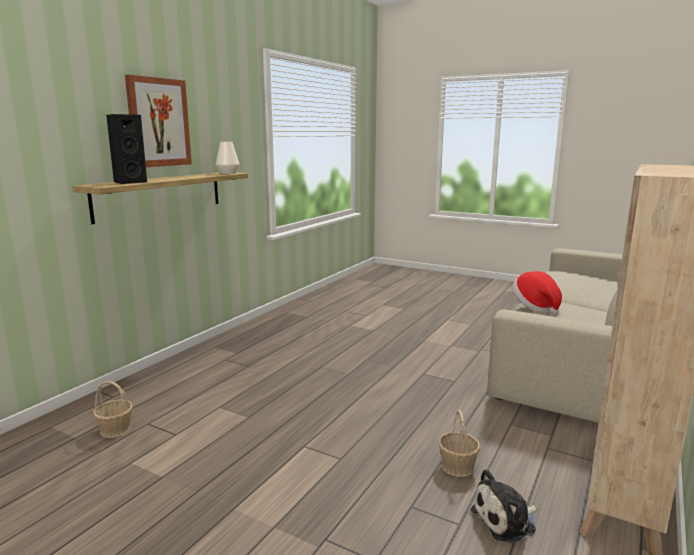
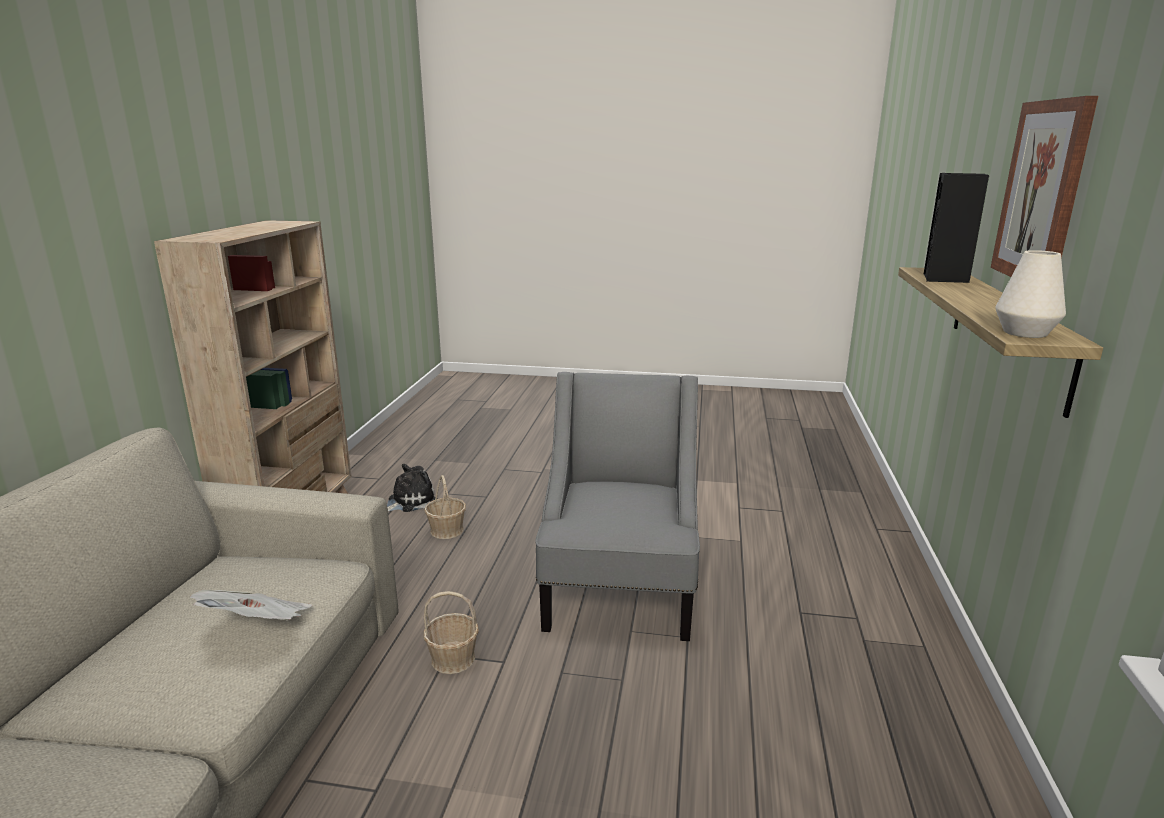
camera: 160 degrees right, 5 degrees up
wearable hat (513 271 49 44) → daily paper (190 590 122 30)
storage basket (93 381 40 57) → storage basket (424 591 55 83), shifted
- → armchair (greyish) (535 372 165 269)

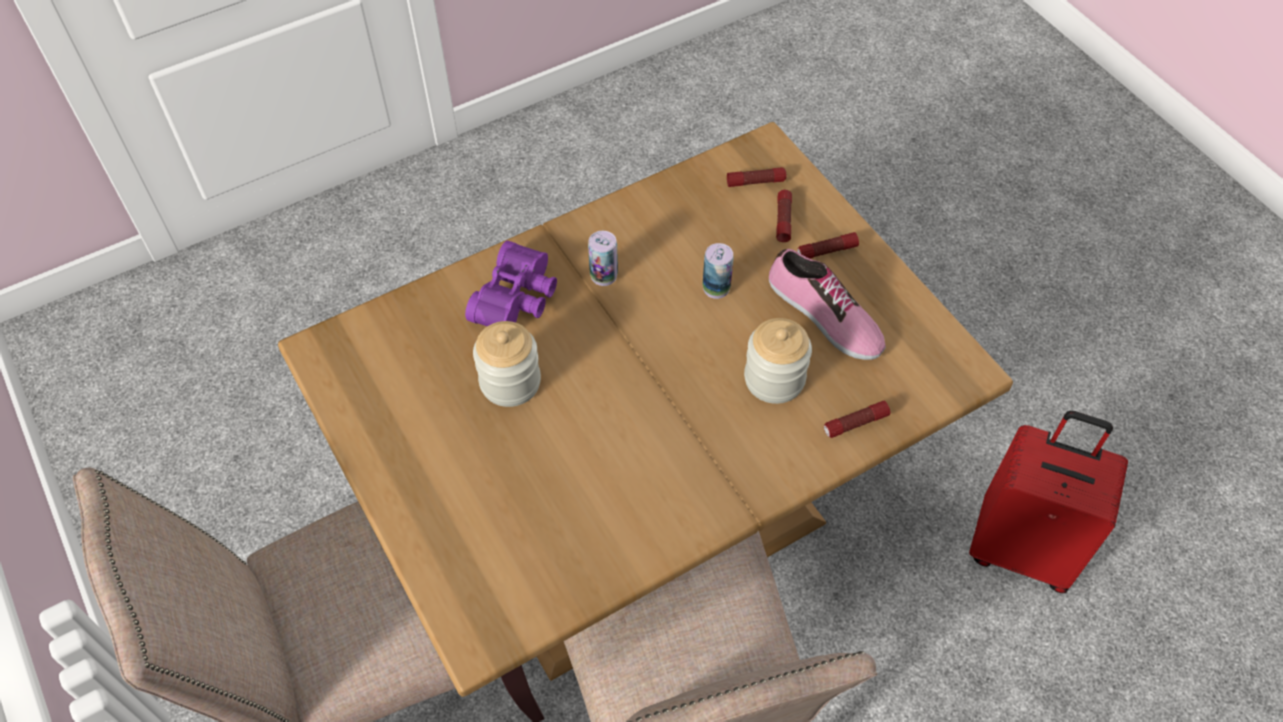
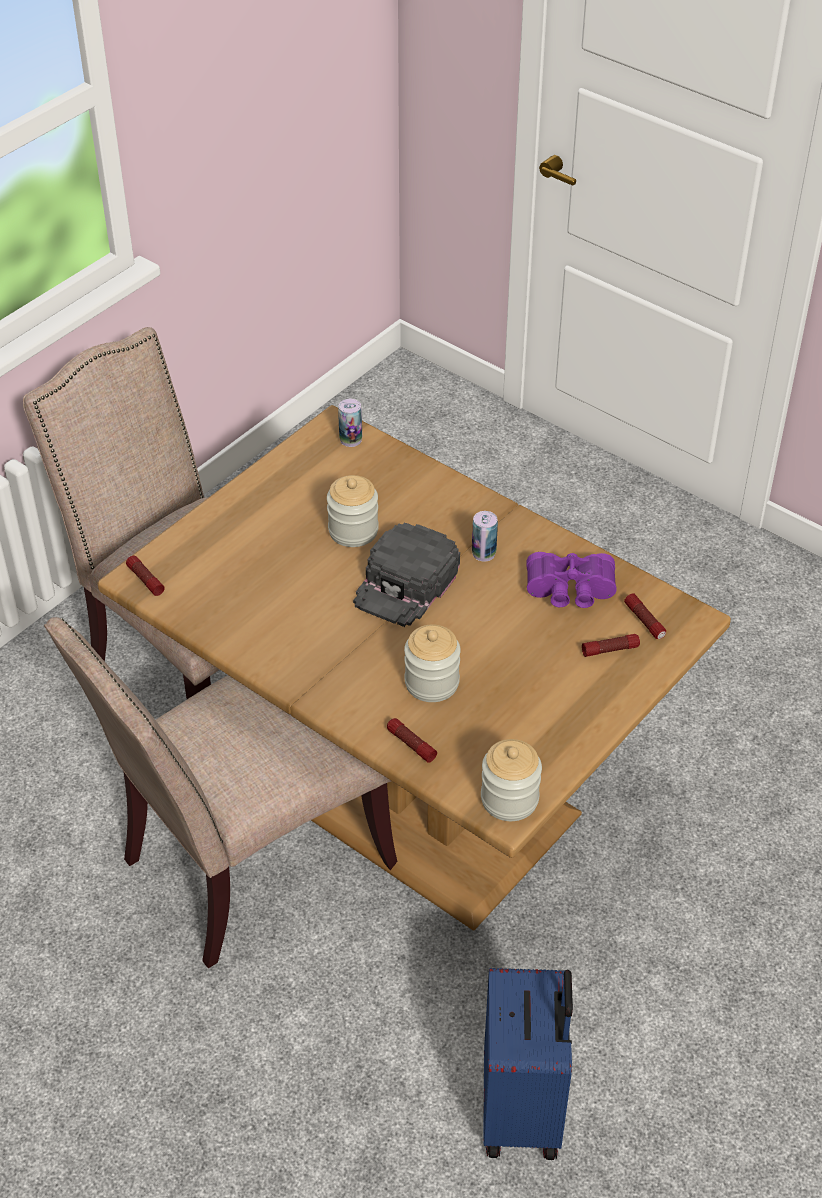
camera: 70 degrees right, 10 degrees down
hand torch (797 232 62 27) → hand torch (126 556 39 40), shifted
metal can (703 243 31 56) → metal can (338 399 24 48), shifted
- → baseball cap (blackish) (353 522 107 105)
- → preserve jar (481 739 61 82)
suitcase (red-coloured) (969 411 159 182) → suitcase (blue) (483 968 90 192)
field glasses (purple) (465 241 92 85) → field glasses (purple) (527 552 90 56), shifted
item of footwear (769 249 117 111) → -

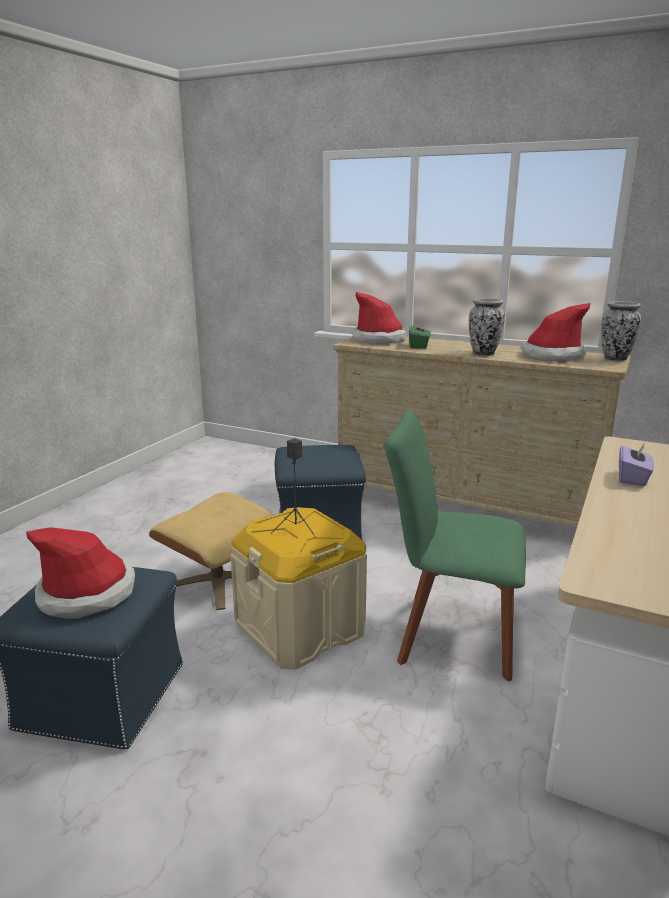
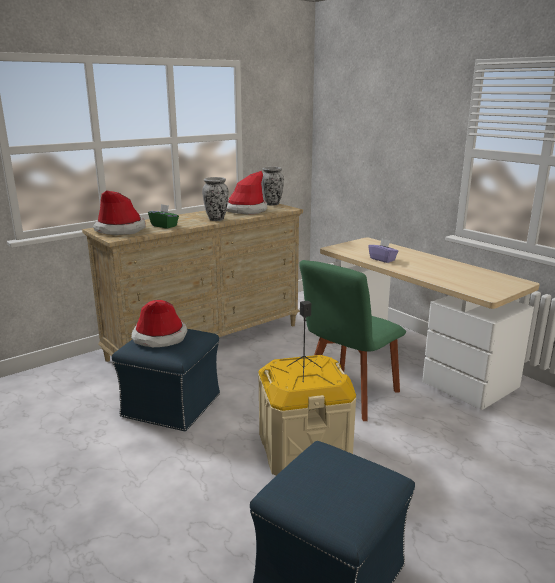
camera: 65 degrees left, 0 degrees up
wearable hat (26 527 109 92) → wearable hat (131 300 56 47), shifted
ottoman (beige) (149 492 125 118) → -

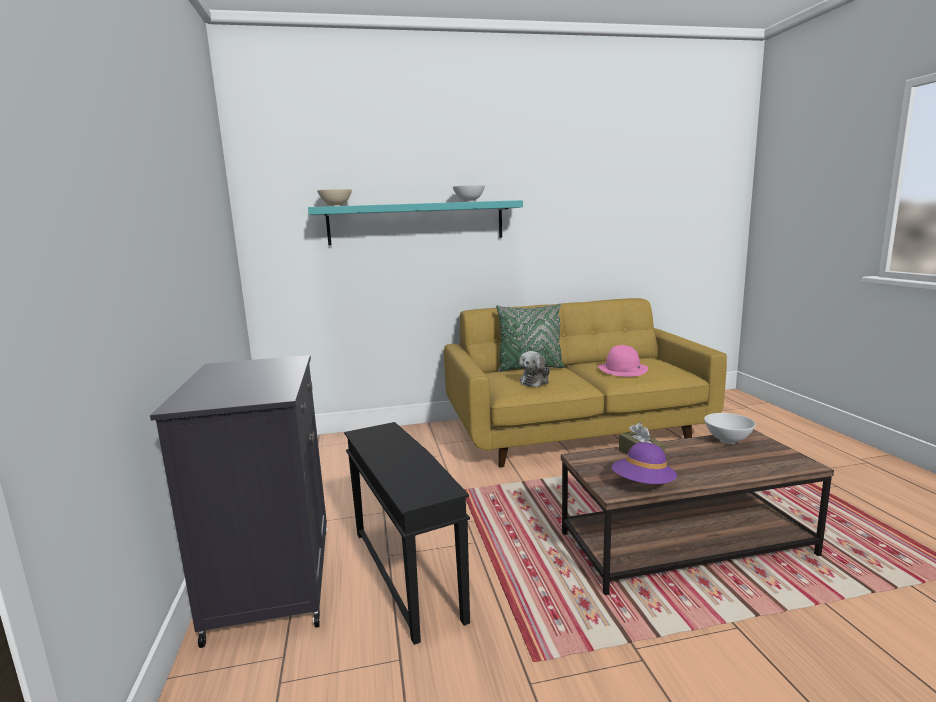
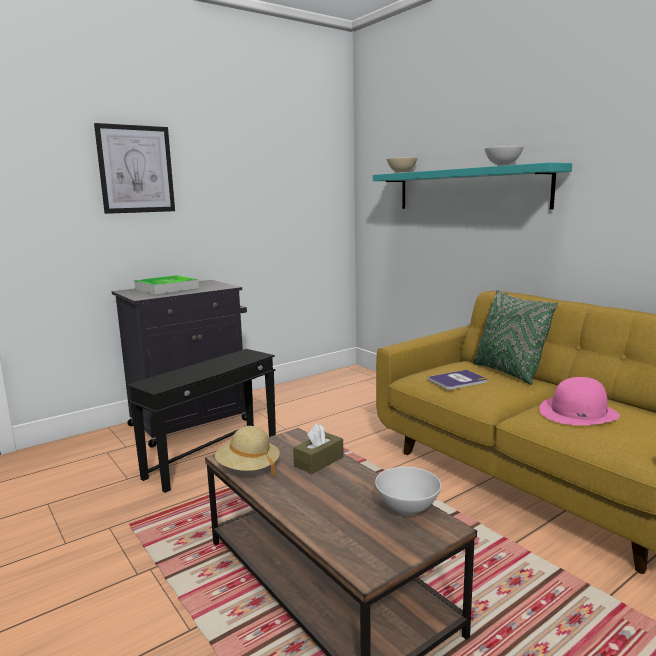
camera: 65 degrees right, 0 degrees up
- → picture (94 123 81 91)
- → serving tray (134 275 65 20)
wearable hat (purple) (612 442 65 42) → wearable hat (beige) (215 426 65 51)
plush toy (519 351 31 36) → book (428 370 59 20)

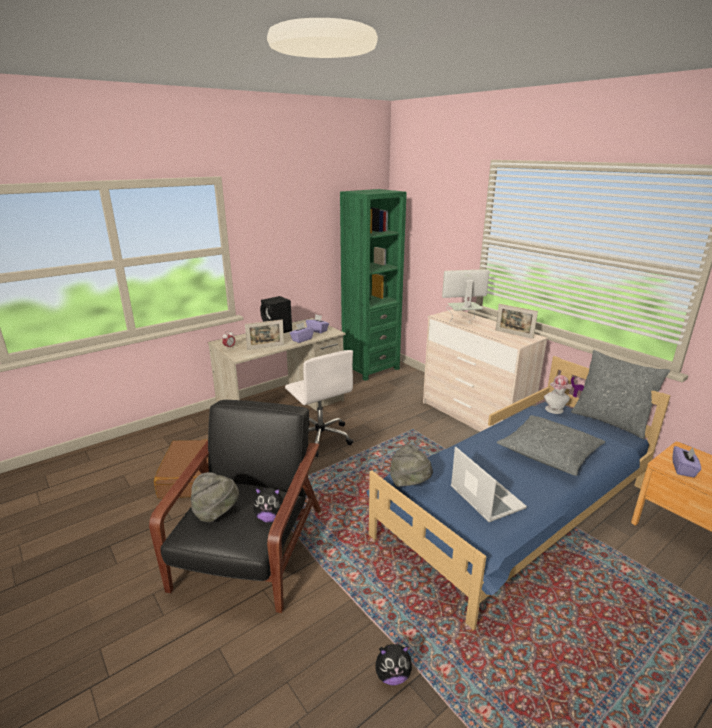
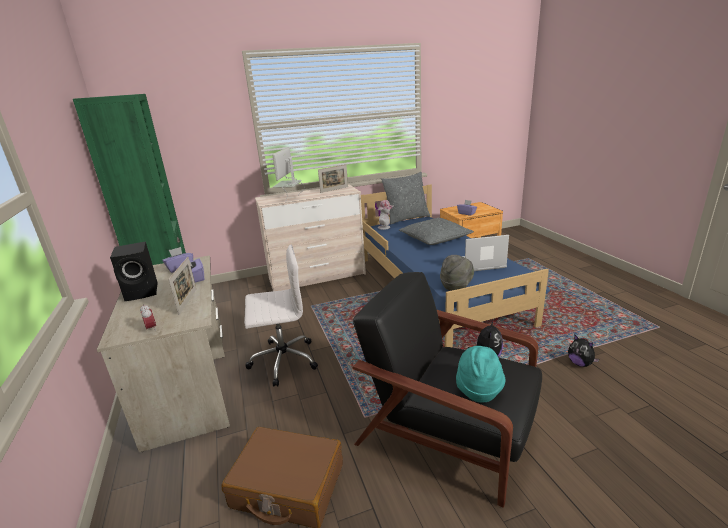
camera: 70 degrees left, 0 degrees up
wearable hat (greyish) (191 472 48 50) → wearable hat (turquoise-coloured) (456 346 49 56)
plush toy (375 644 37 41) → plush toy (568 335 31 32), 135 degrees clockwise

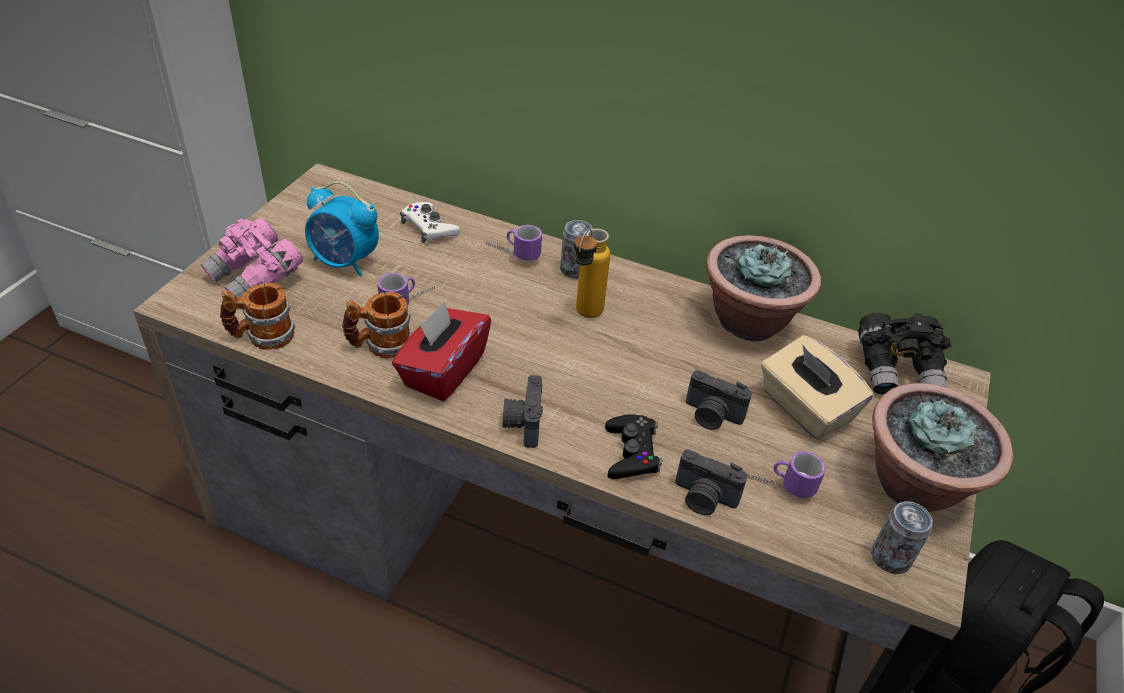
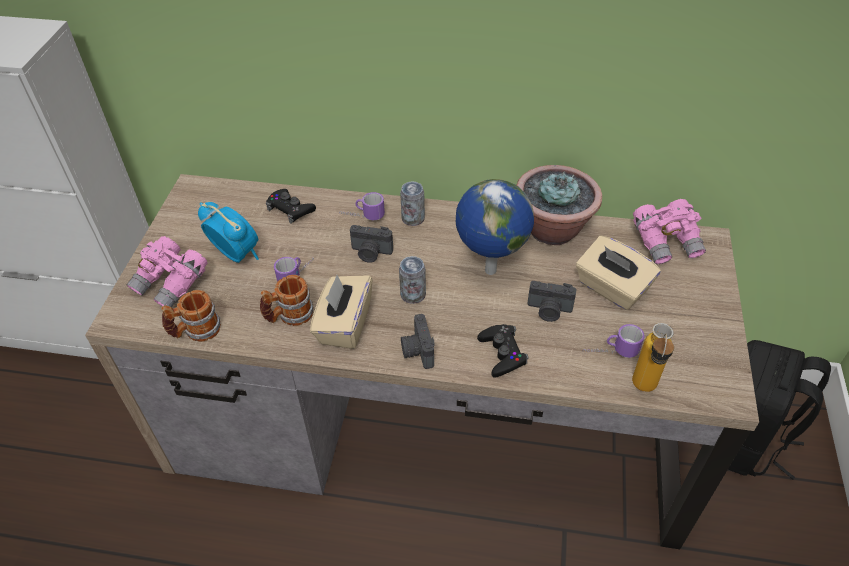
camera: 10 degrees left, 5 degrees up
bedside clock (305 181 74 95) → bedside clock (198 202 61 61), 150 degrees counterclockwise
game controller (white) (400 202 60 41) → game controller (blackish) (266 189 50 35)
tissue holder (red-coloured) (392 301 99 100) → tissue holder (beige) (310 275 62 74)
still camera (675 449 73 66) → still camera (350 225 43 38), shifted
metal can (871 501 62 73) → metal can (399 256 27 48), shifted
- → desk globe (456 179 78 96)
beverage bottle (574 229 36 89) → beverage bottle (632 323 42 69), shifted
field glasses (blackish) (858 313 94 81) → field glasses (pink-coloured) (633 199 73 65)
plant in a pot (872 383 142 129) → -

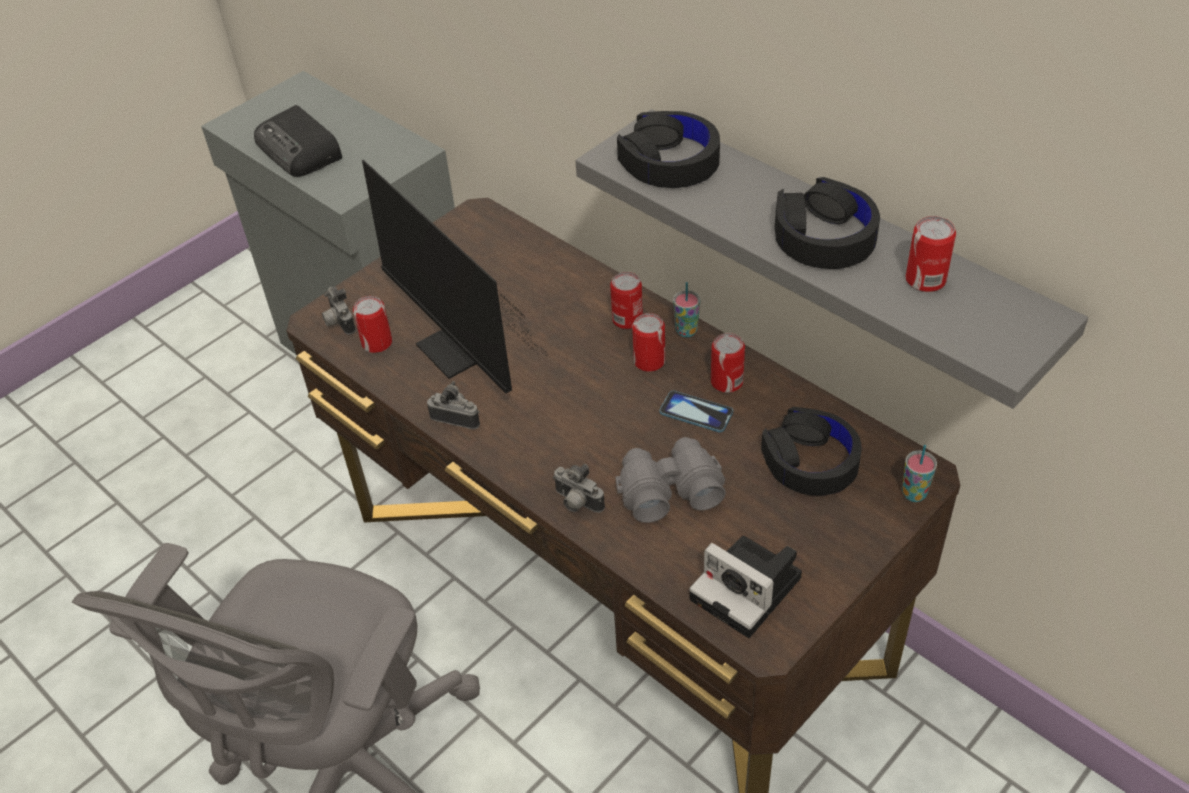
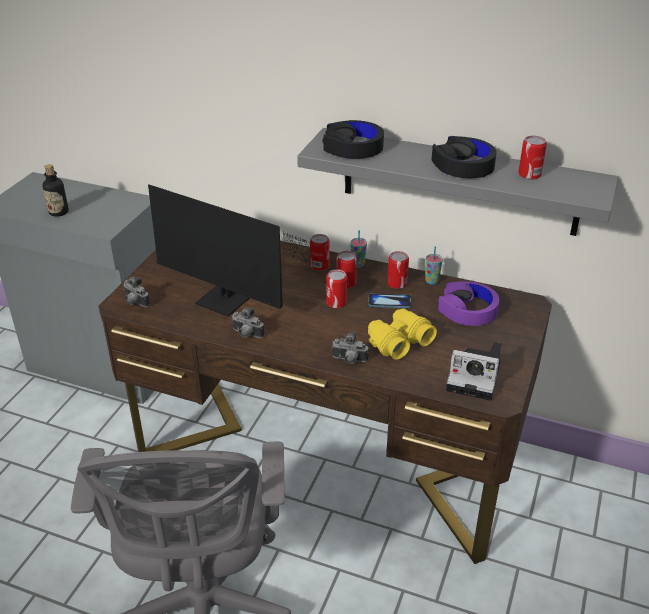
camera: 25 degrees left, 10 degrees down
radio (254 105 88 72) → beverage bottle (42 164 27 53)
still camera (427 381 53 48) → still camera (231 307 33 31), 150 degrees counterclockwise
metal can (353 296 39 57) → metal can (326 269 21 39), shifted
field glasses (greyish) (616 437 110 86) → field glasses (yellowish) (368 309 69 51)
drinking cup (902 445 35 57) → drinking cup (425 246 18 39), shifted
pair of headphones (blackish) (761 407 101 89) → pair of headphones (purple) (438 281 62 45)

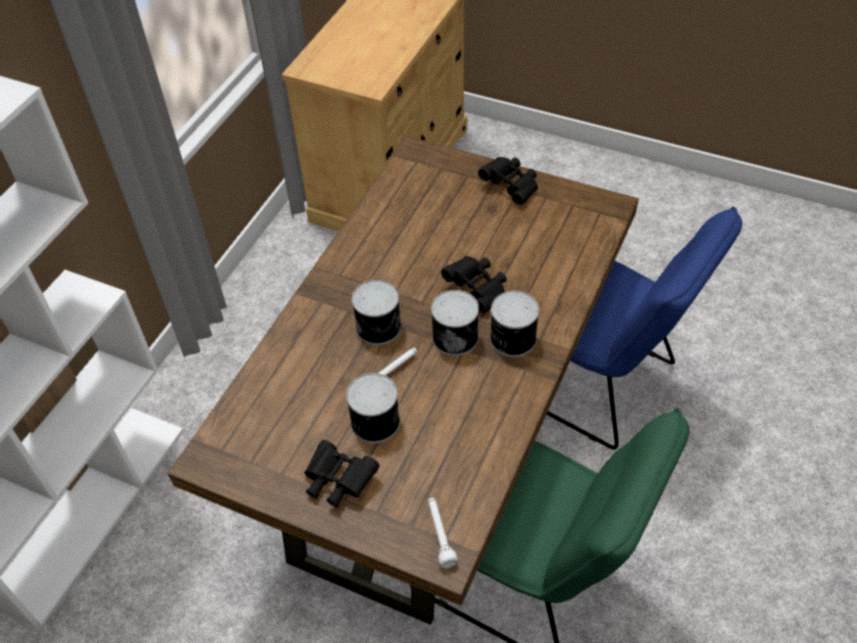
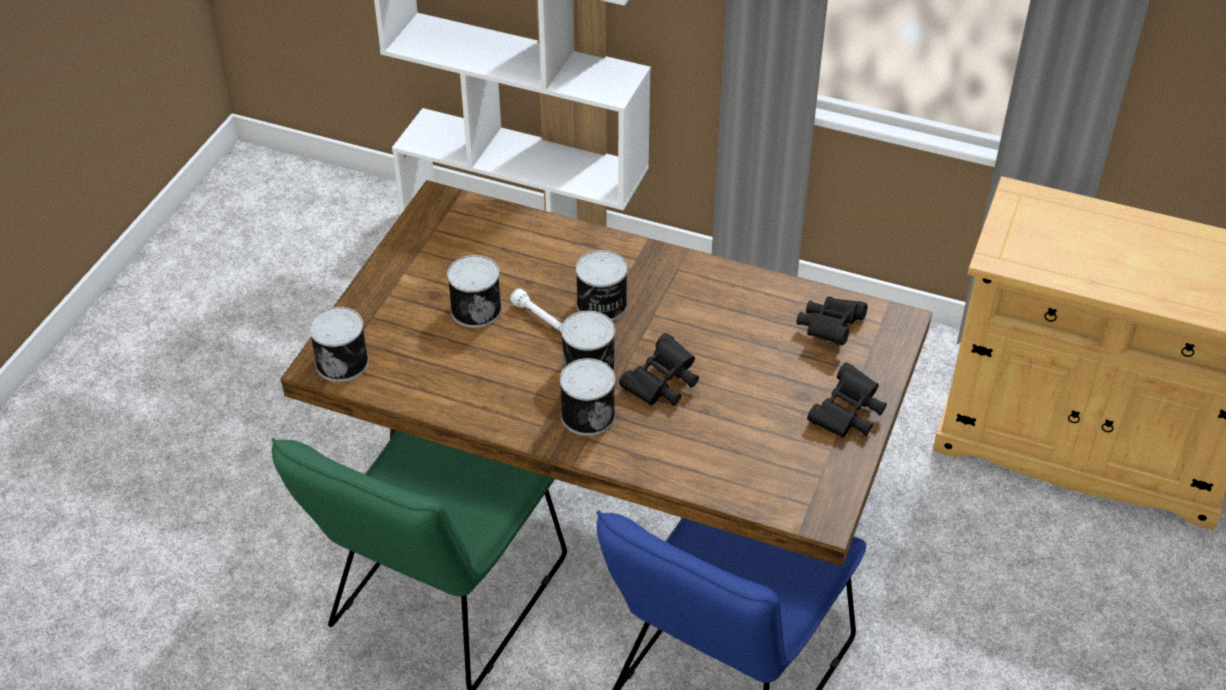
camera: 85 degrees right, 5 degrees down
hand torch (white) (428 498 30 70) → metal can (309 307 60 75)
field glasses (blackish) (304 440 75 67) → field glasses (blackish) (796 297 72 48), shifted

